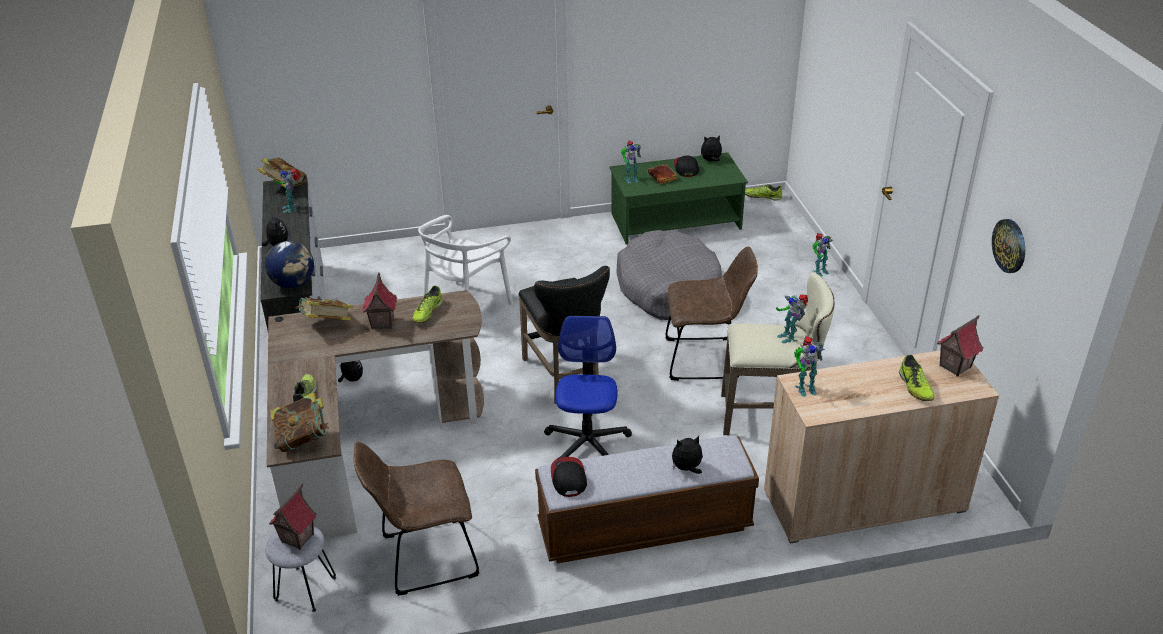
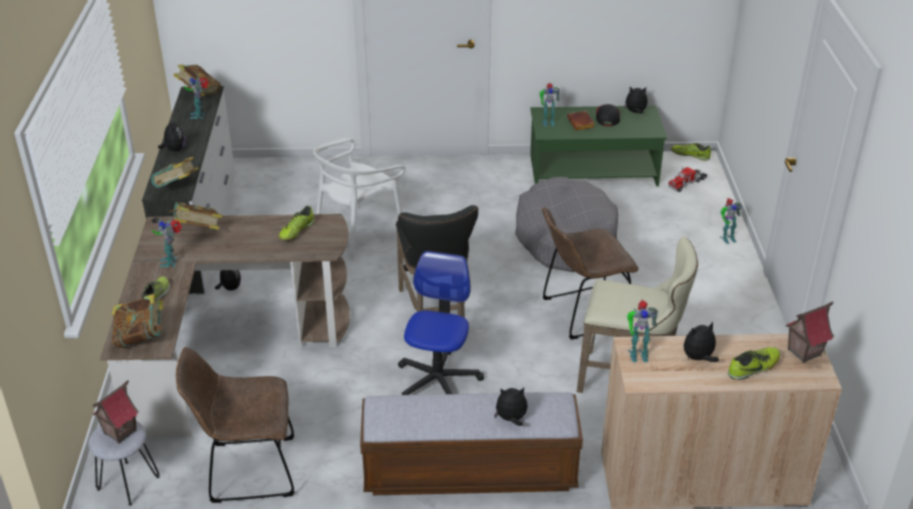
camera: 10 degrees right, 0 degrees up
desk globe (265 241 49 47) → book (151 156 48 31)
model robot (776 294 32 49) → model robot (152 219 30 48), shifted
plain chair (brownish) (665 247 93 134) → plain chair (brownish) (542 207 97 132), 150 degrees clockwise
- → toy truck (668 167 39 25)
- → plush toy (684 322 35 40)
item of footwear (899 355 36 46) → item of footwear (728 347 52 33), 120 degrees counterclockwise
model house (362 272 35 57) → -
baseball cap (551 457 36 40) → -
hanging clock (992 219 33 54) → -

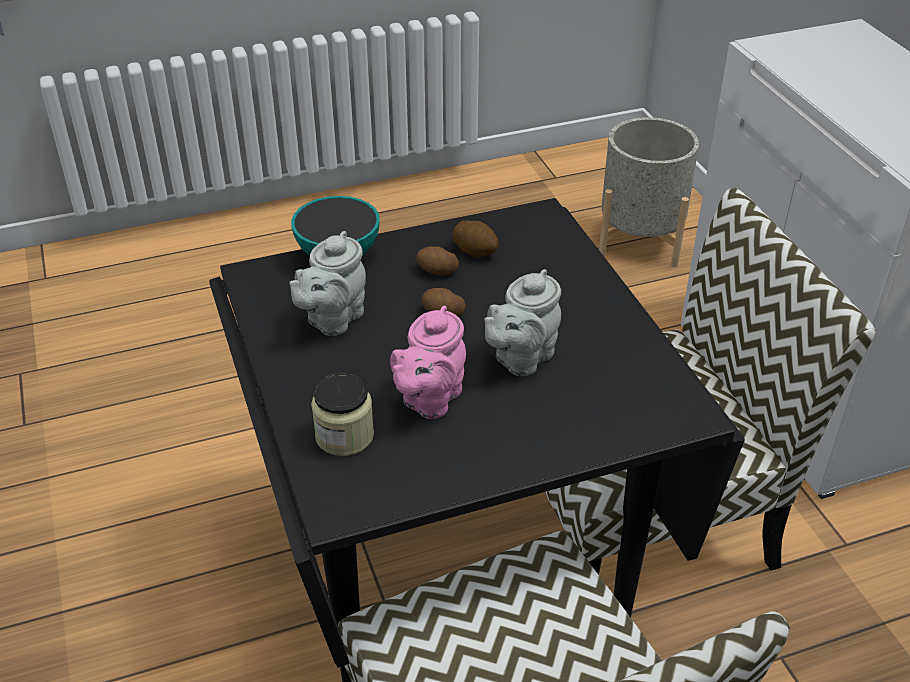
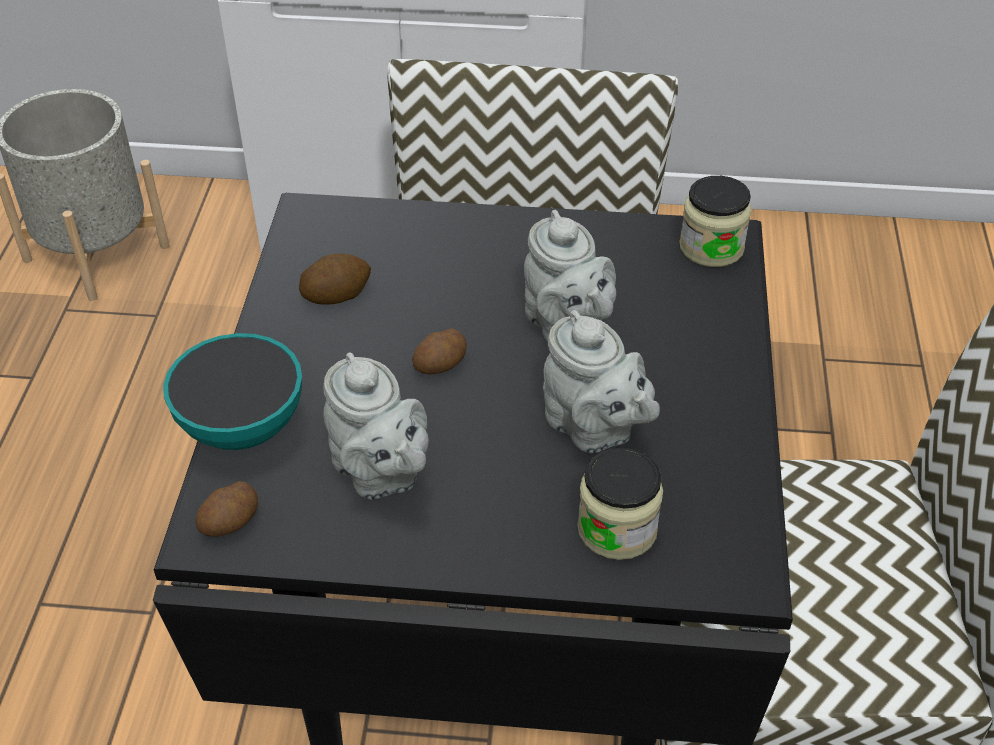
camera: 65 degrees left, 5 degrees up
whole potato (416 246 43 29) → whole potato (195 481 63 56), shifted
pot for tea (pink-coloured) (390 306 76 113) → pot for tea (greyish) (543 310 117 143)
- → preserve jar (679 176 73 91)

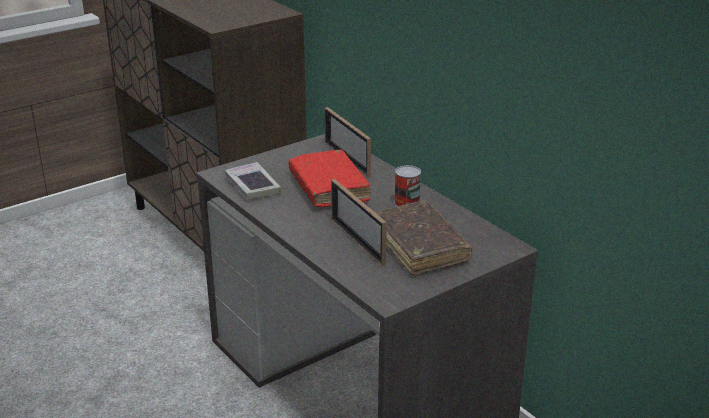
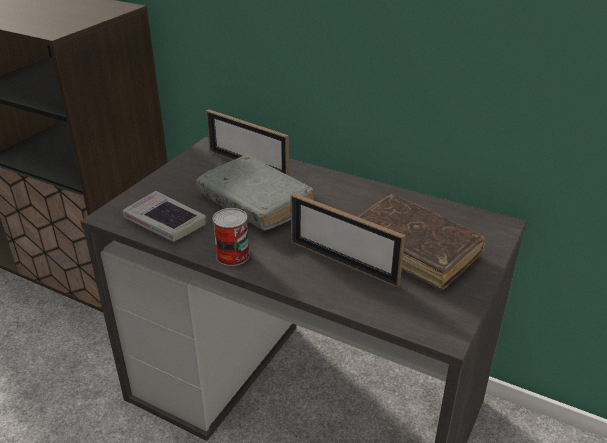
camera: 25 degrees left, 5 degrees up
book (red-coloured) (289 149 82 58) → book (greyish) (196 155 118 76)
metal can (394 165 27 41) → metal can (213 208 37 58), shifted

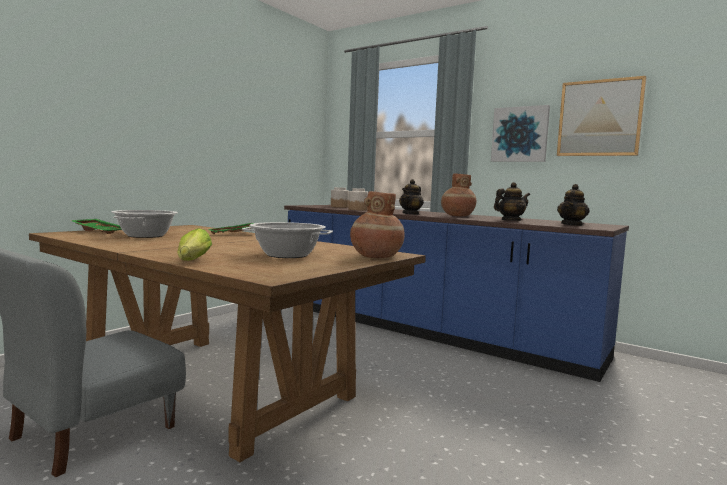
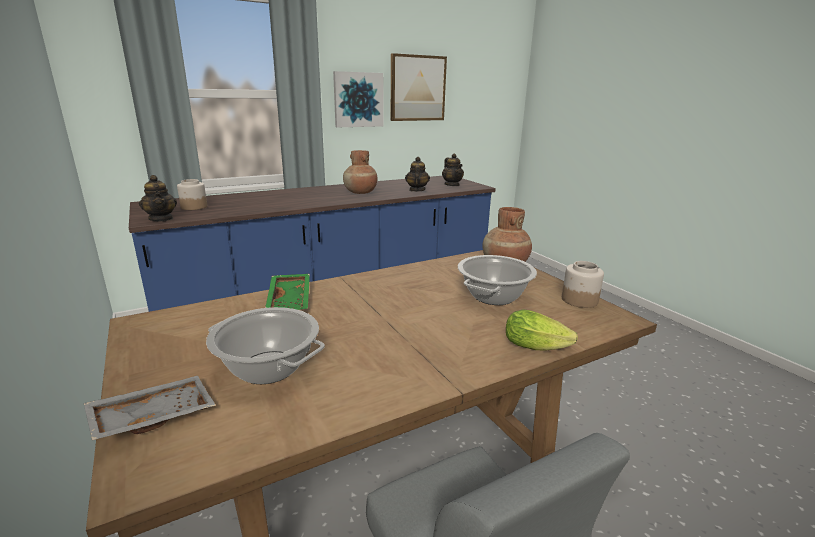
camera: 65 degrees left, 15 degrees up
serving tray (greenish) (70 219 52 15) → serving tray (greyish) (84 376 132 64)
pot for tea (399 179 25 36) → pot for tea (139 175 38 46), shifted
preserve jar (348 188 20 22) → preserve jar (562 261 42 47), shifted

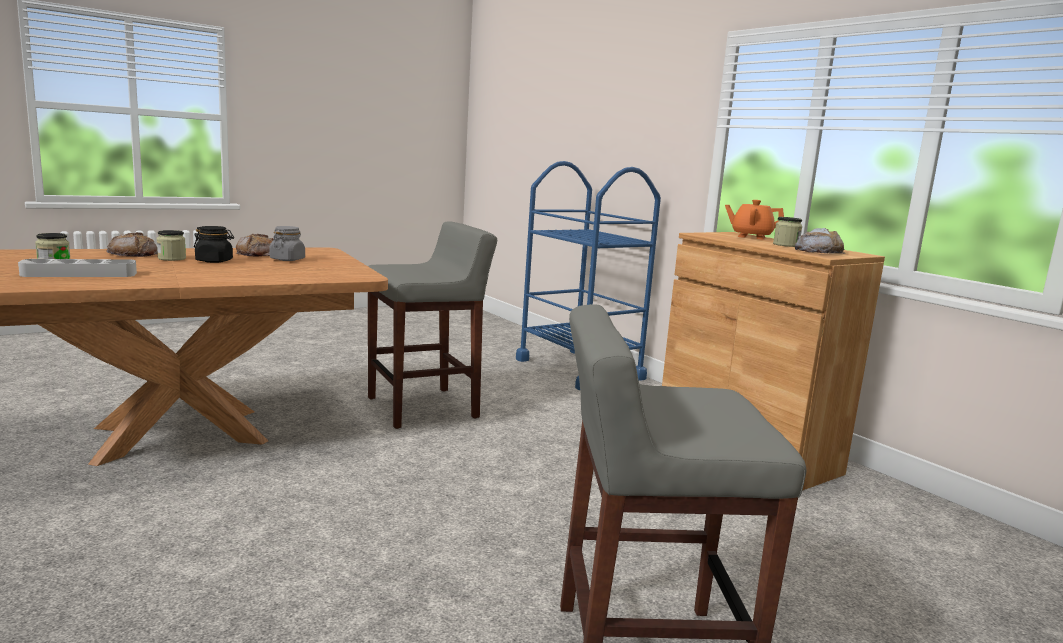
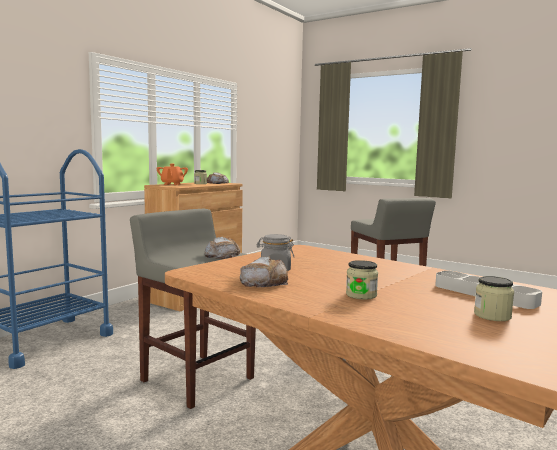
camera: 110 degrees left, 5 degrees down
bread (106 232 52 25) → bread (205 237 36 22), shifted
preserve jar (blackish) (194 226 40 37) → -

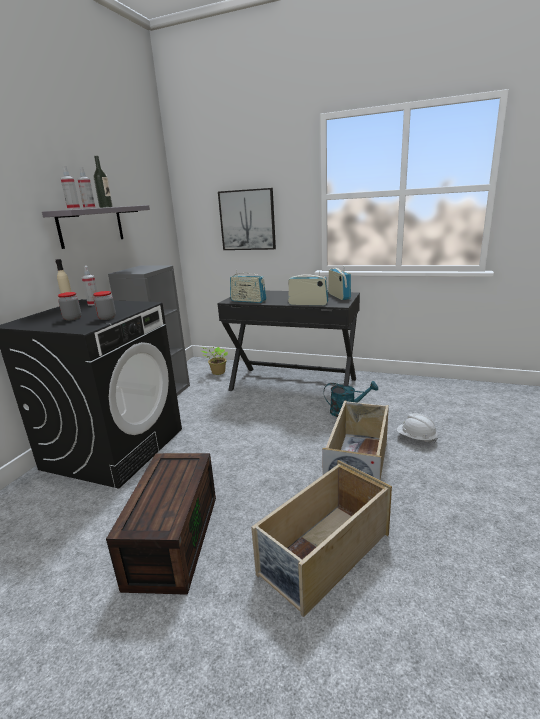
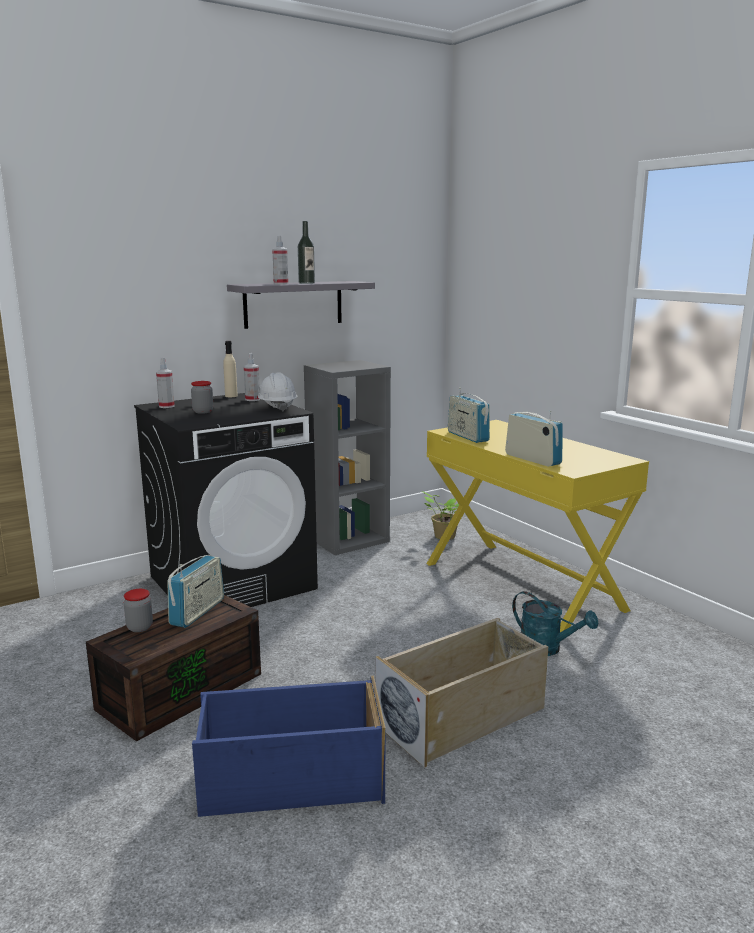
camera: 35 degrees right, 5 degrees down
preserve jar (93 291 23 29) → preserve jar (124 589 29 43), shifted
sprayer (61 166 19 44) → sprayer (156 358 19 50), shifted
radio (328 266 23 34) → radio (167 555 57 73), shifted
storage box (beige) (251 460 141 157) → storage box (blue) (192 676 193 141)
safety helmet (white) (397 414 41 29) → safety helmet (white) (258 372 40 39), shifted
desk unit (blackish) (217 291 143 100) → desk unit (yellowish) (427 420 222 212)
picture (218 188 58 62) → -

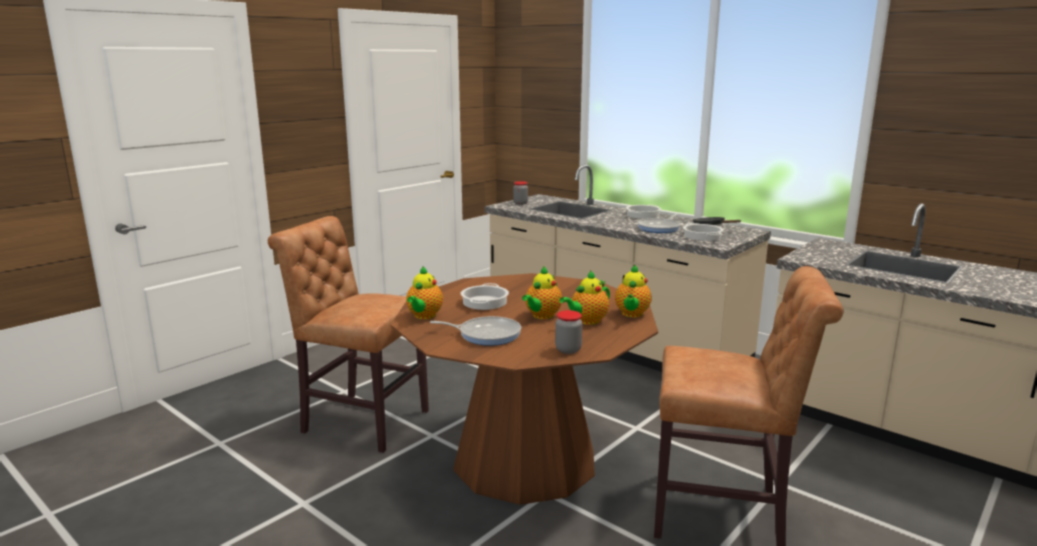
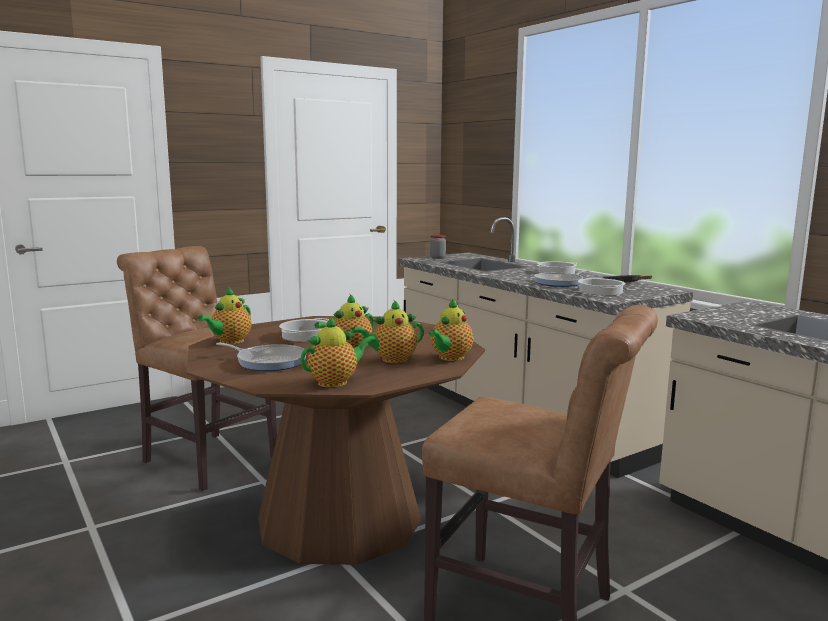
camera: 15 degrees right, 5 degrees down
preserve jar (555 310 28 44) → pot for tea (300 316 76 72)

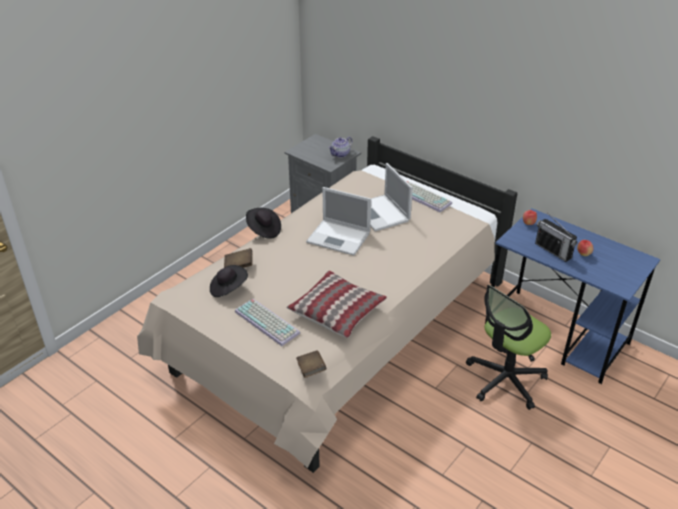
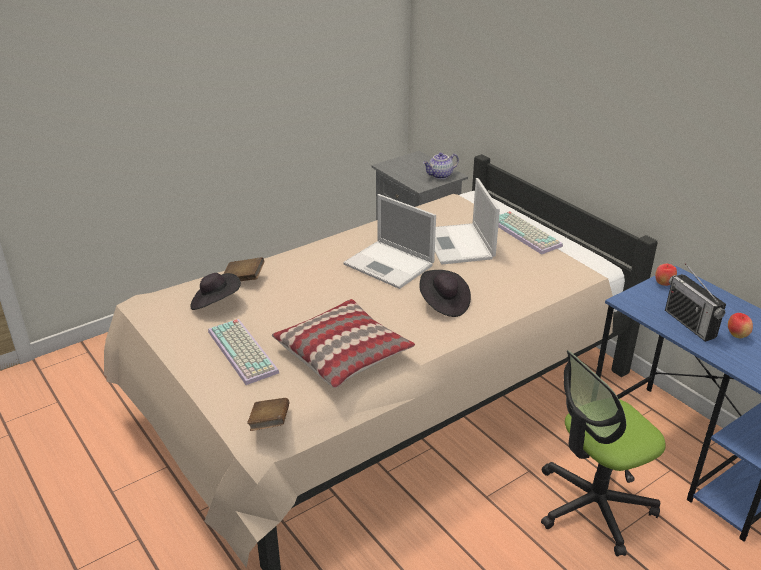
camera: 15 degrees right, 5 degrees down
wearable hat (blackish) (246 208 35 31) → wearable hat (blackish) (420 270 51 47), shifted

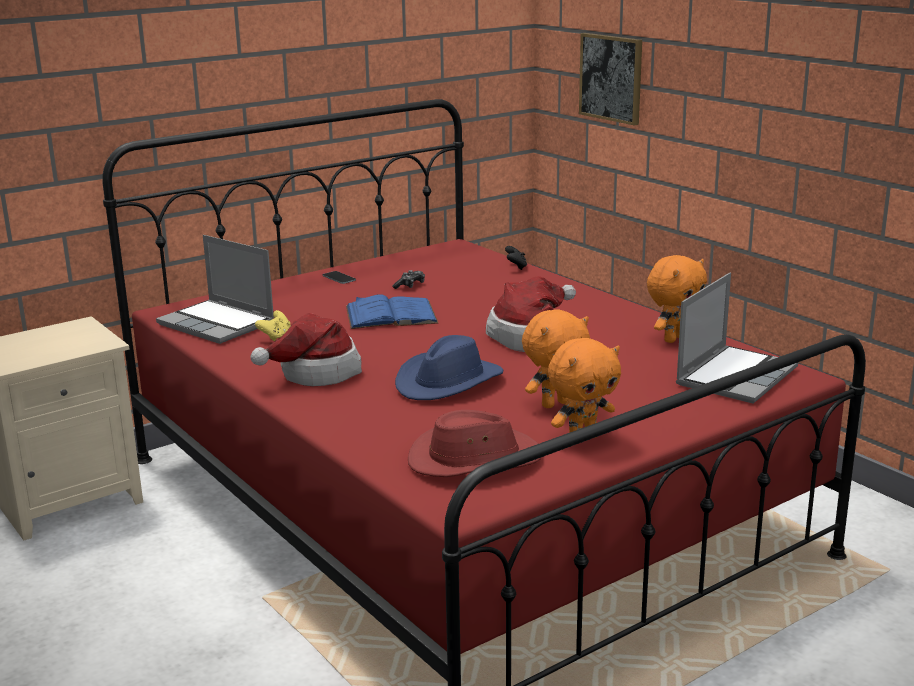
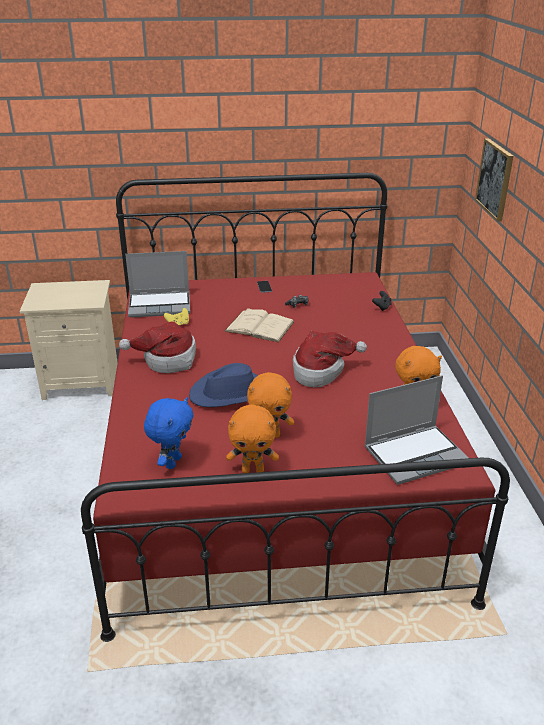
camera: 30 degrees right, 10 degrees up
notebook computer (156 235 118 109) → notebook computer (125 251 65 67), 75 degrees counterclockwise
wearable hat (red-coloured) (408 410 133 67) → plush toy (blue) (144 397 50 72)
book (blue) (346 294 92 35) → book (beige) (224 308 71 34)

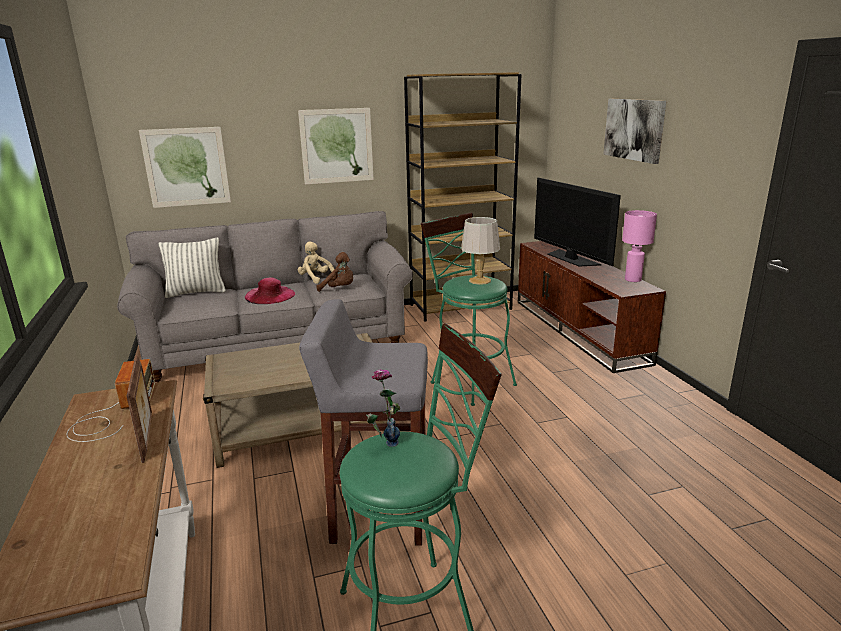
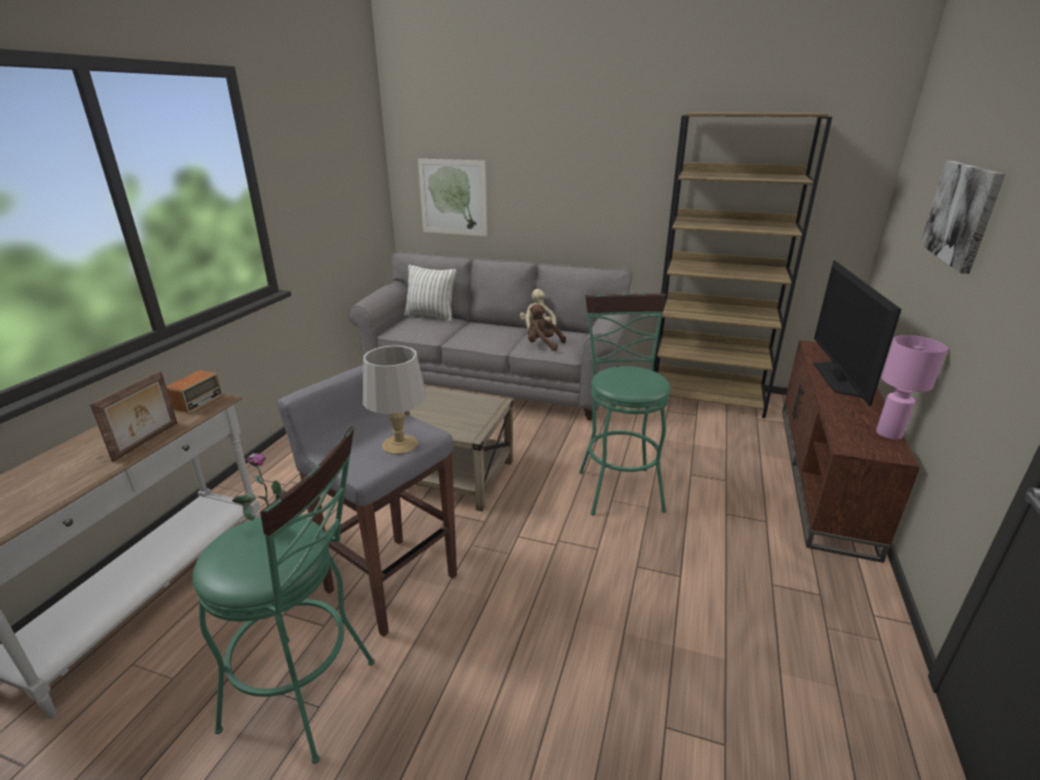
camera: 35 degrees right, 5 degrees up
tabletop lamp (greyish) (461 217 39 68) → tabletop lamp (greyish) (363 345 64 110), shifted
plush toy (brownish) (316 252 37 40) → plush toy (brownish) (528 304 38 47), 150 degrees clockwise
wearable hat (pink-coloured) (245 278 50 26) → -
picture (298 108 76 76) → -

